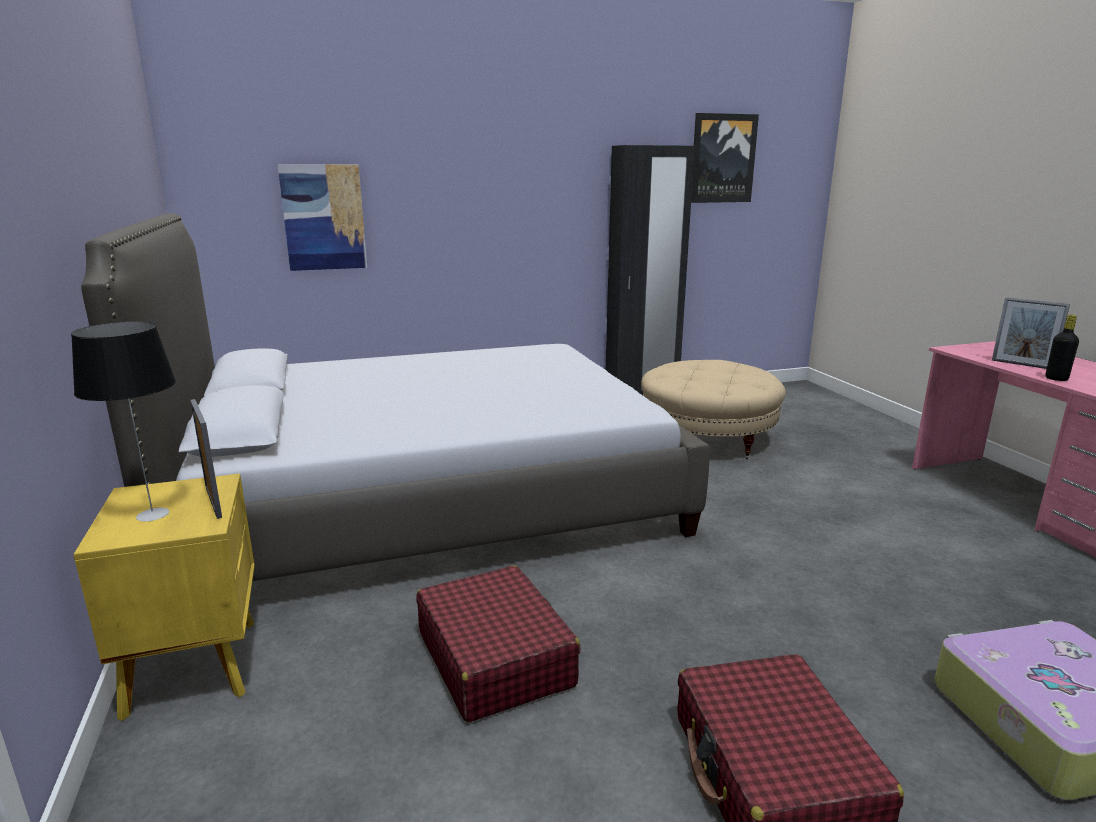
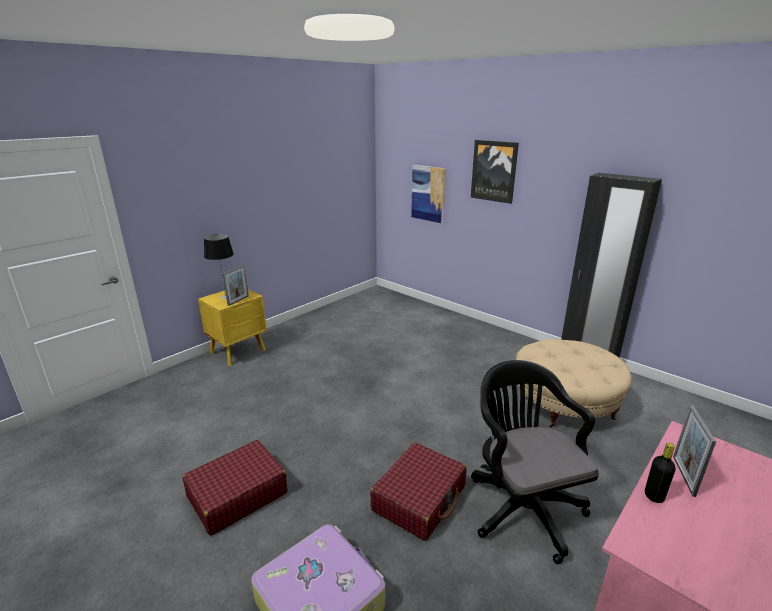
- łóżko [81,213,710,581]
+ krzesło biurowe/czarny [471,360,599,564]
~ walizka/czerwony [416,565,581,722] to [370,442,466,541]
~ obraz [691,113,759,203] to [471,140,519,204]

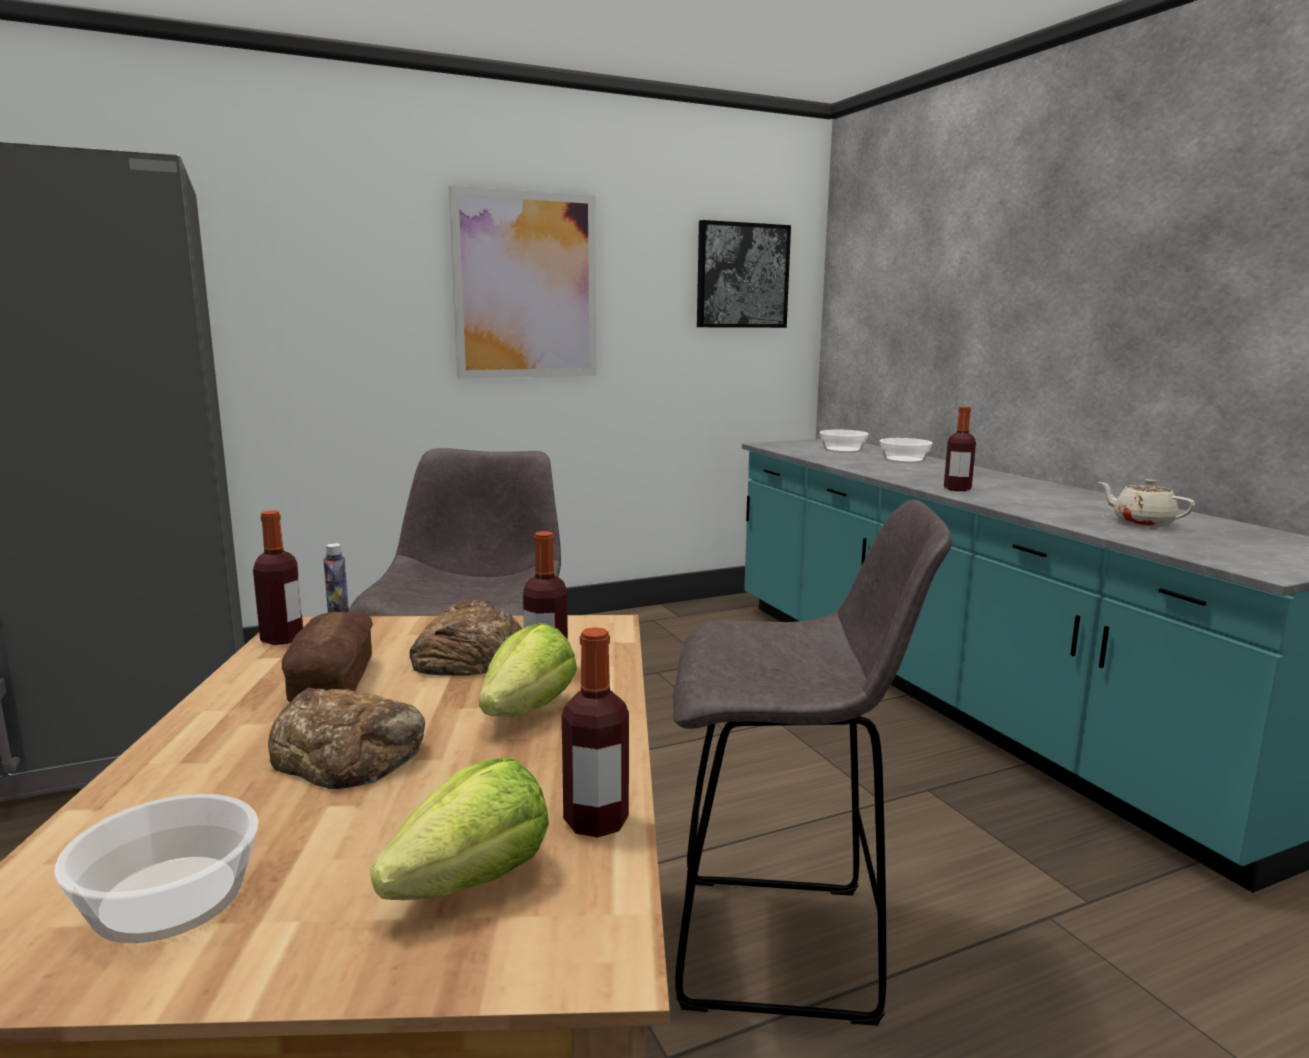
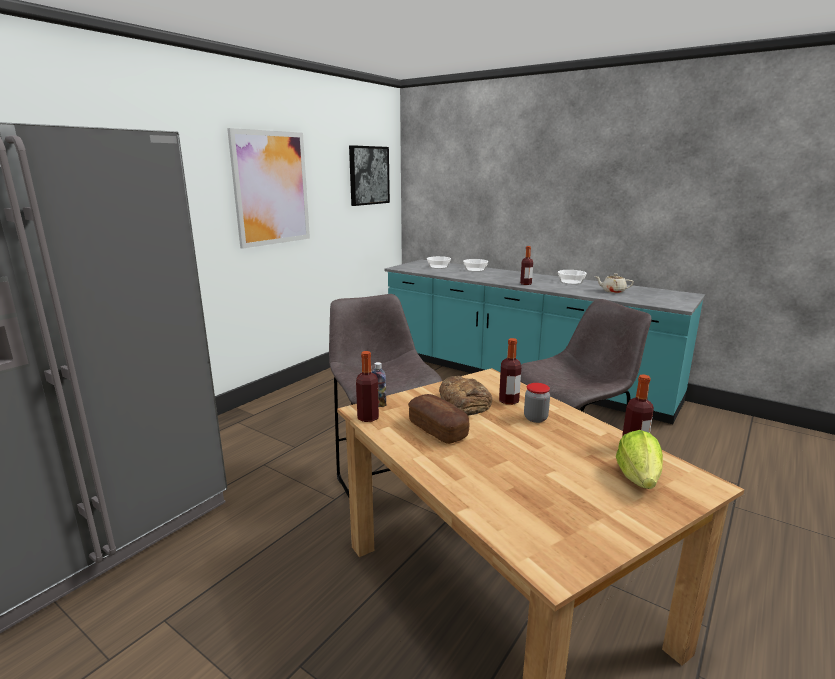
- chleb [268,688,425,789]
~ miska [54,794,258,943] to [558,270,587,285]
~ sałata [479,623,577,717] to słoik [524,383,550,423]

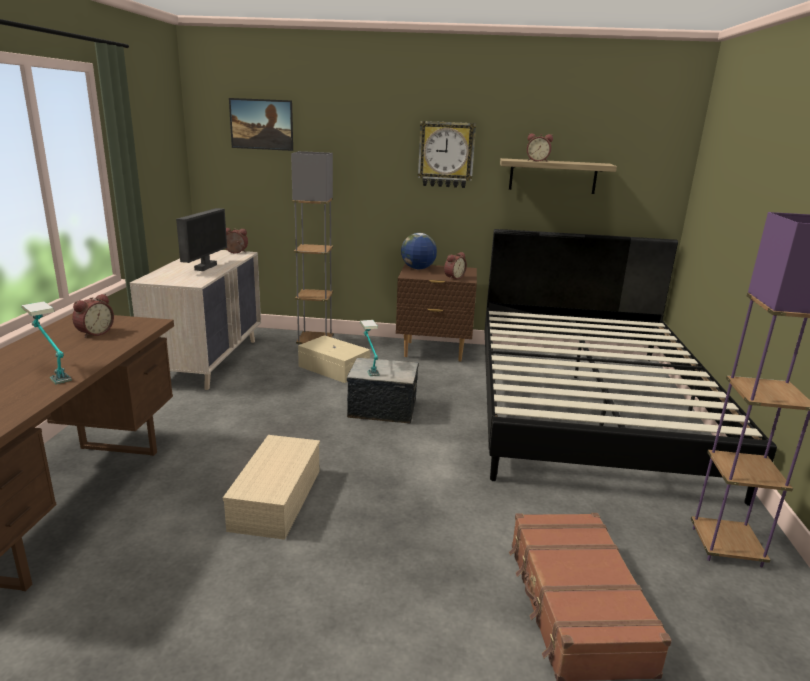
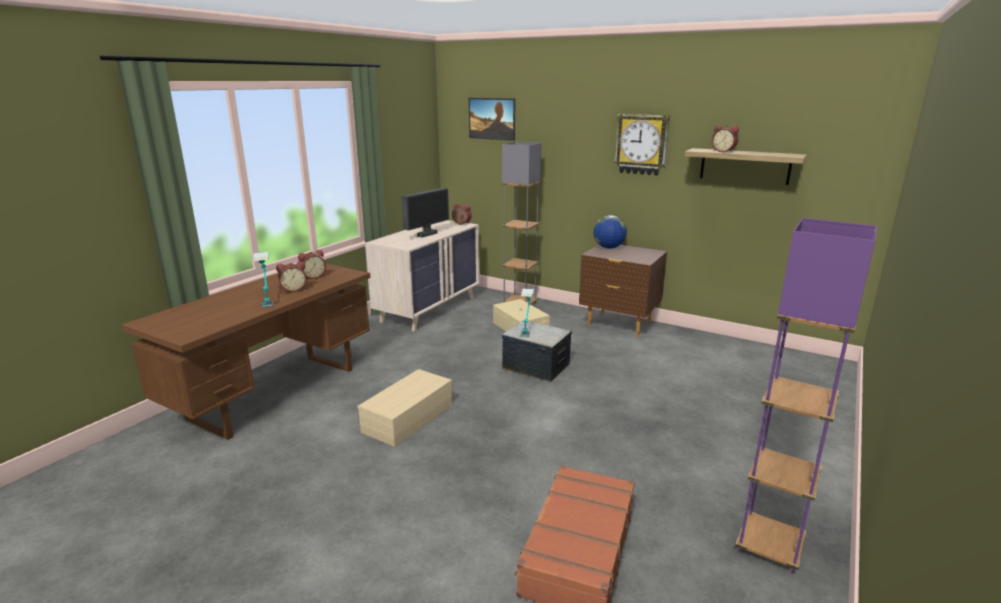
- łóżko/czarny [485,229,777,506]
~ budzik [444,252,467,280] to [276,262,306,292]

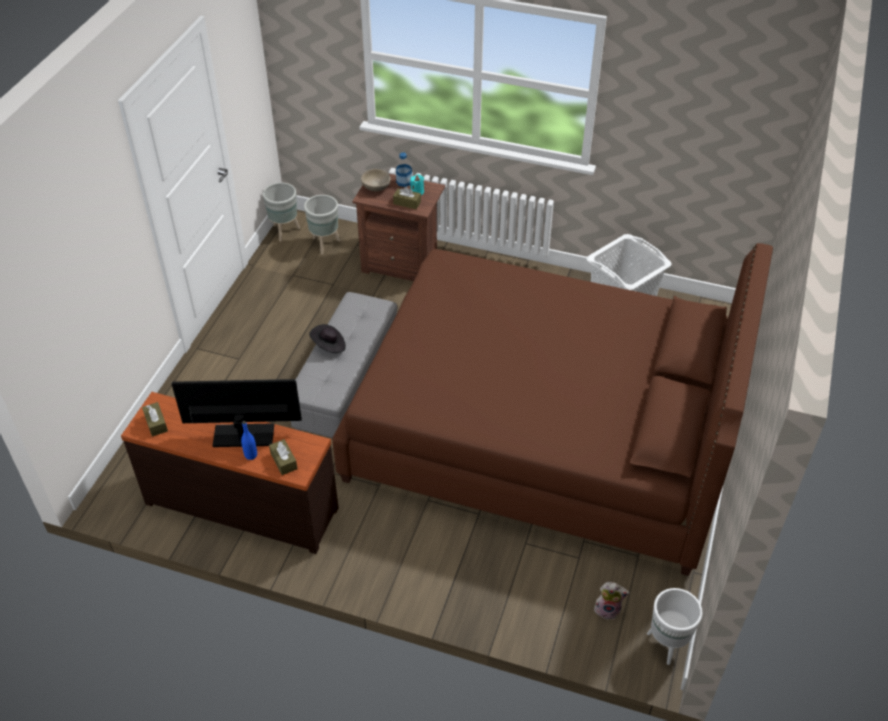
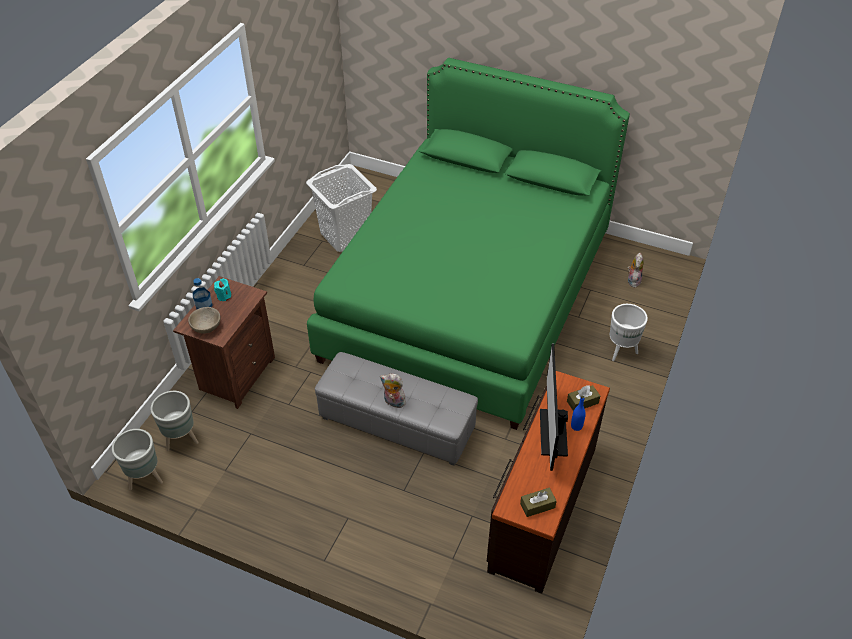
- pudełko chusteczek/brązowy [393,186,421,209]
~ donica/biały [647,588,702,665] to [610,304,648,361]
~ kapelusz/czarny [309,324,346,353] to pluszak [380,373,406,408]
~ łóżko/brązowy [332,243,773,576] to łóżko/zielony [307,58,630,430]

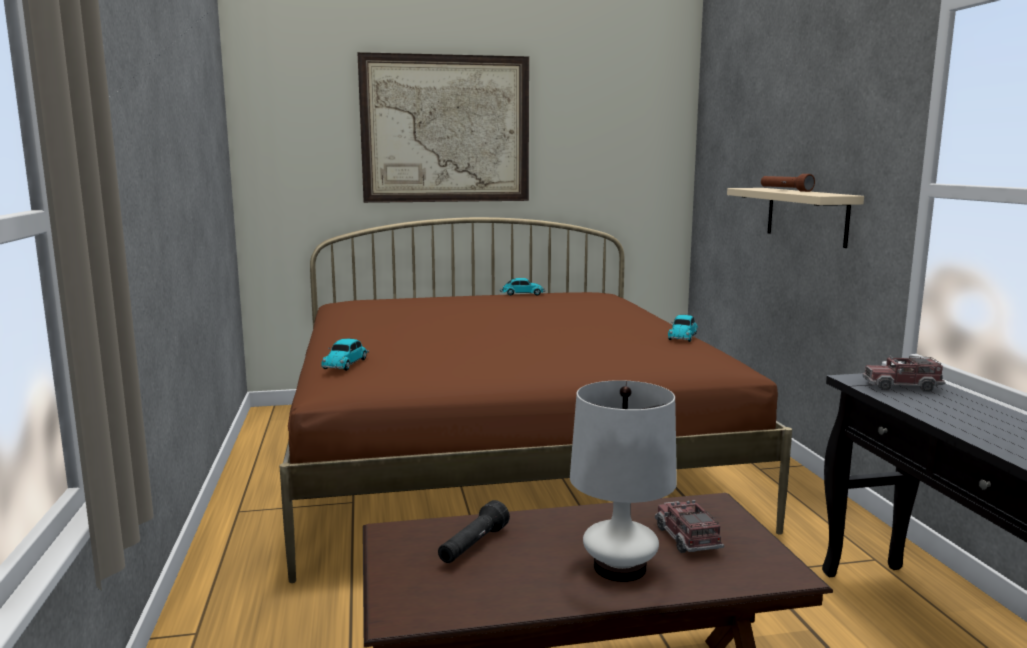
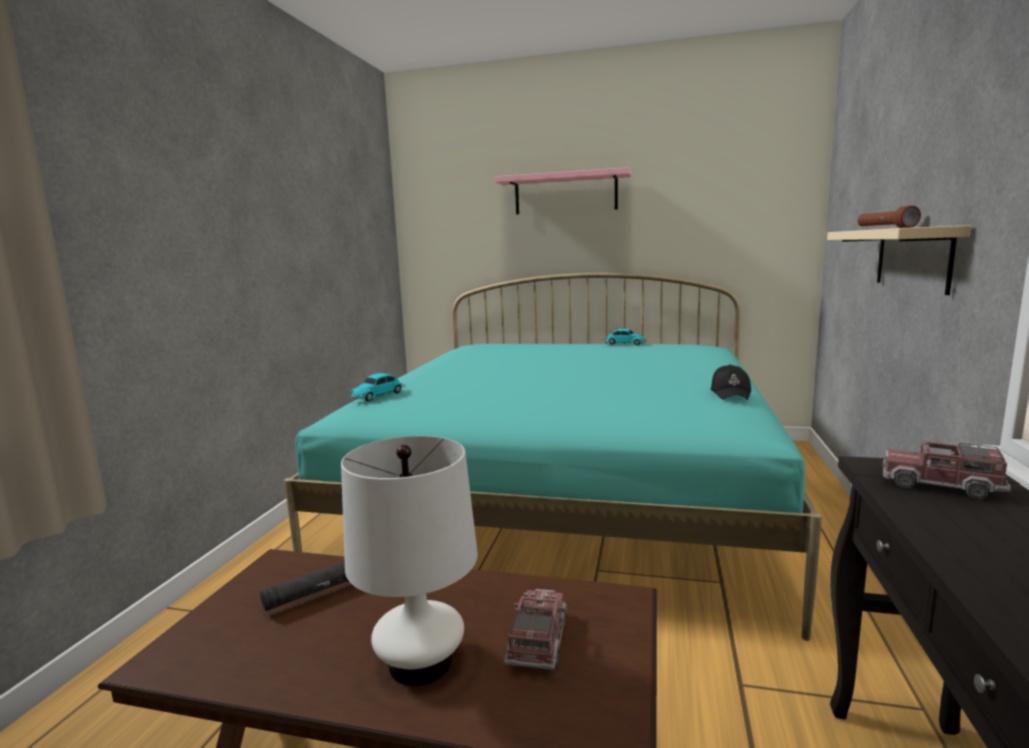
~ obraz [357,52,529,203] to półka/różowy [495,167,632,214]
~ samochodzik [668,315,698,342] to czapka z daszkiem/czarny [711,364,751,400]
~ łóżko/brązowy [279,217,792,583] to łóżko/turkusowy [284,273,822,641]

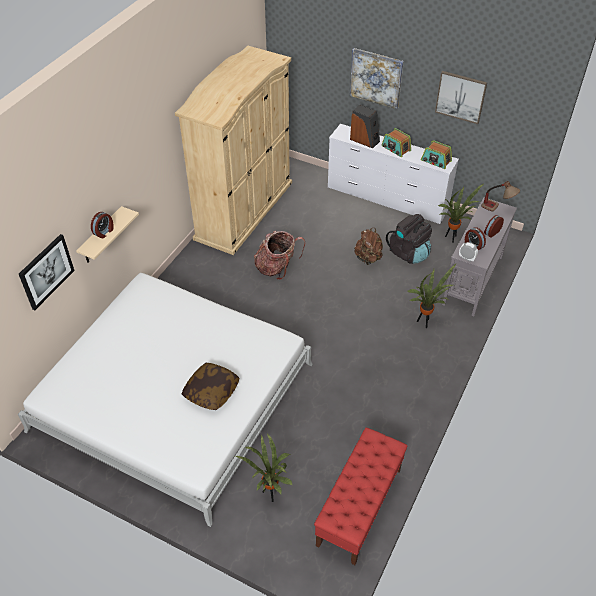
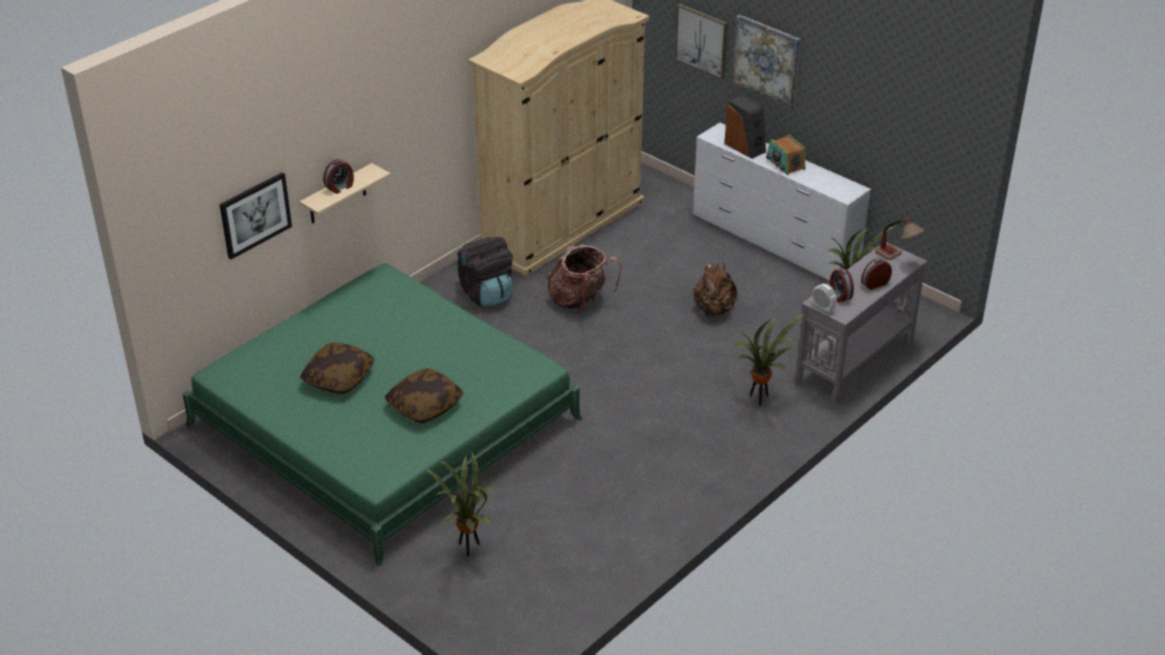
- ławka/czerwony [314,428,407,565]
- radio [421,140,452,169]
+ poduszka [300,343,375,394]
~ plecak/czarny [386,214,432,264] to [458,237,513,306]
~ obraz [435,71,487,124] to [675,4,728,79]
~ łóżko/biały [18,273,313,527] to łóżko/zielony [182,263,582,566]

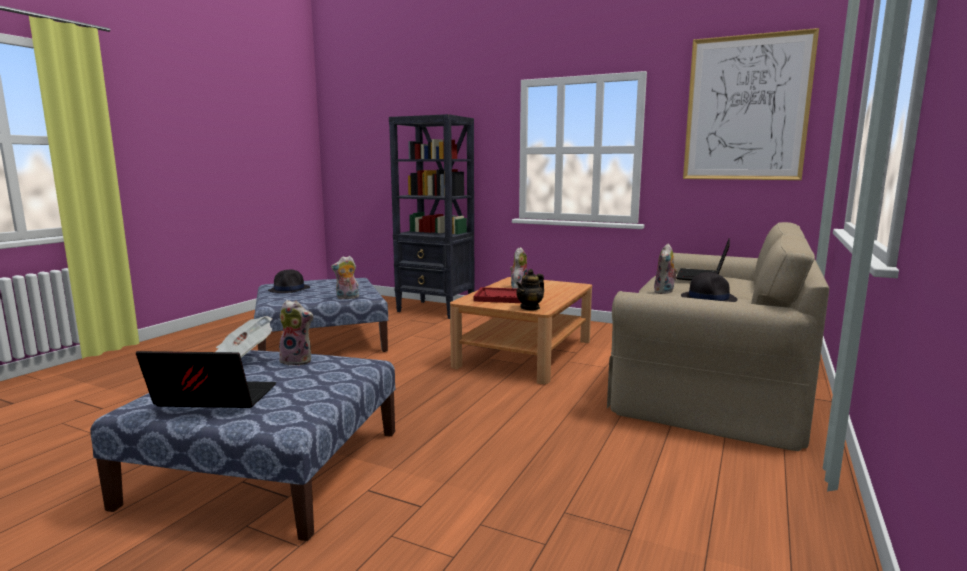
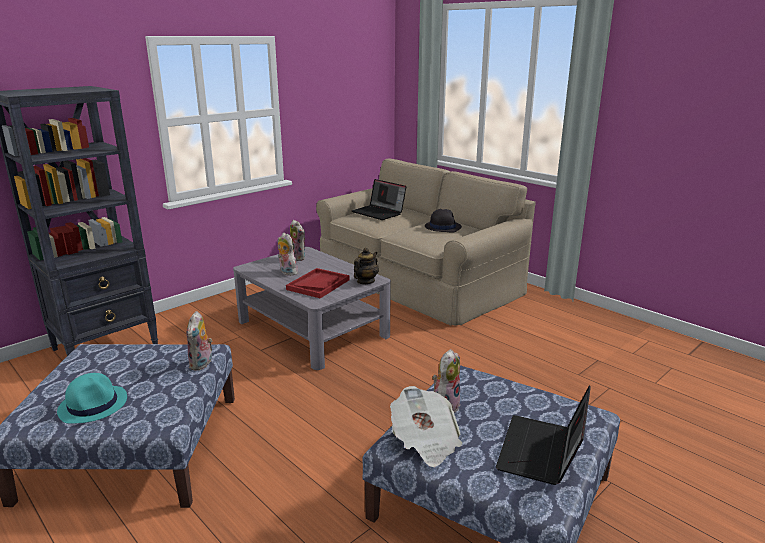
- obraz [683,28,819,180]
~ pluszak [654,244,678,294] to [290,220,305,261]
~ kapelusz/czarny [268,270,310,293] to kapelusz/turkusowy [57,373,127,424]
~ ława/brązowy [450,277,592,384] to ława/szary [233,247,391,370]
~ imbryk [516,269,544,311] = [354,248,379,284] 120 degrees counterclockwise

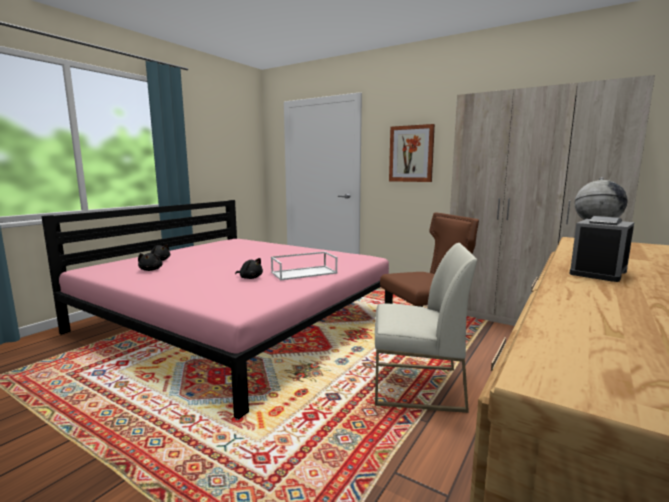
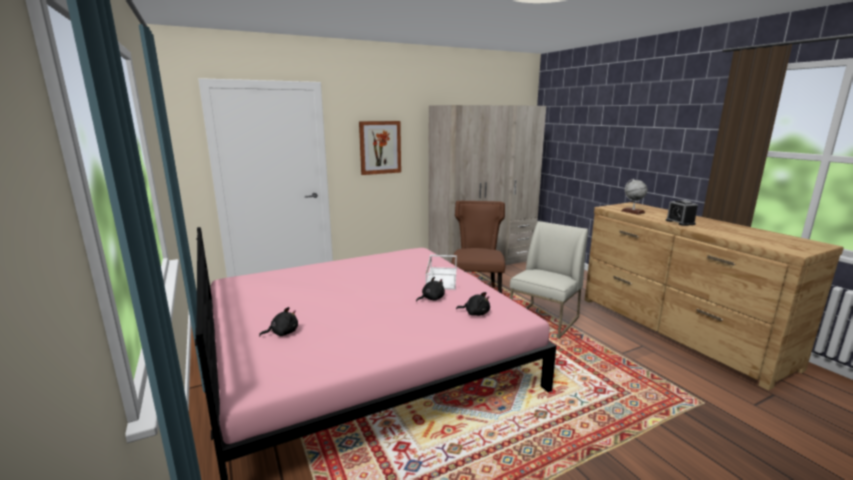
~ pluszak/czarny [138,253,163,271] to [456,292,490,316]

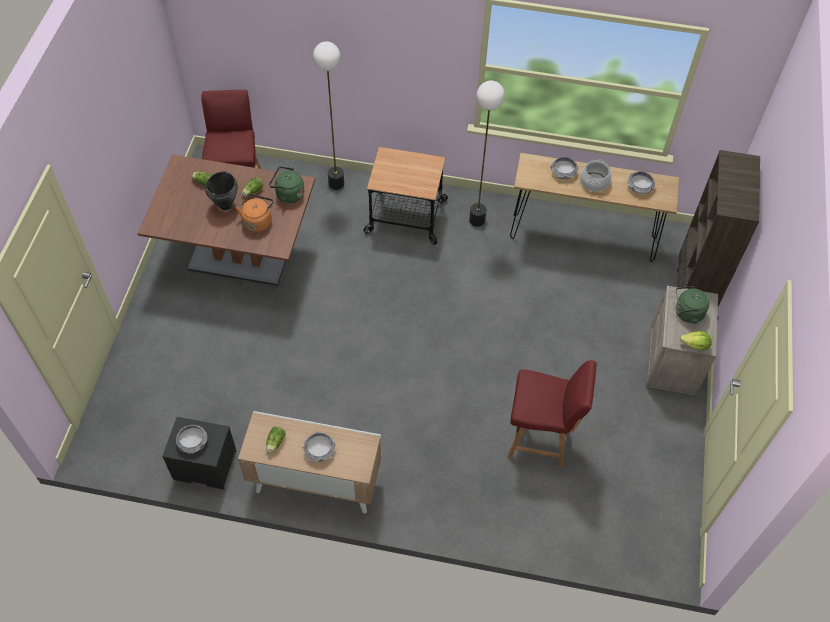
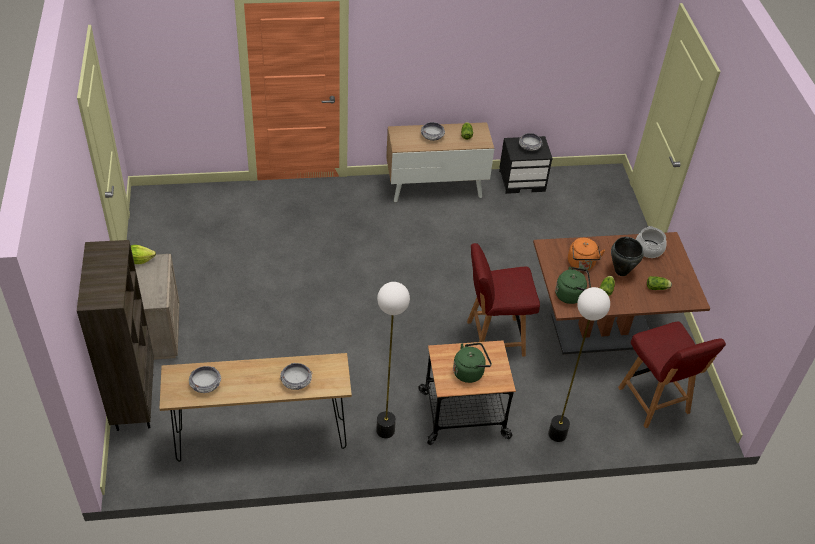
~ krzesło/czerwony [508,360,597,468] to [467,243,540,357]
~ garnek [580,159,611,192] to [636,226,667,258]
~ czajnik/zielony [676,286,709,324] to [453,343,492,383]

